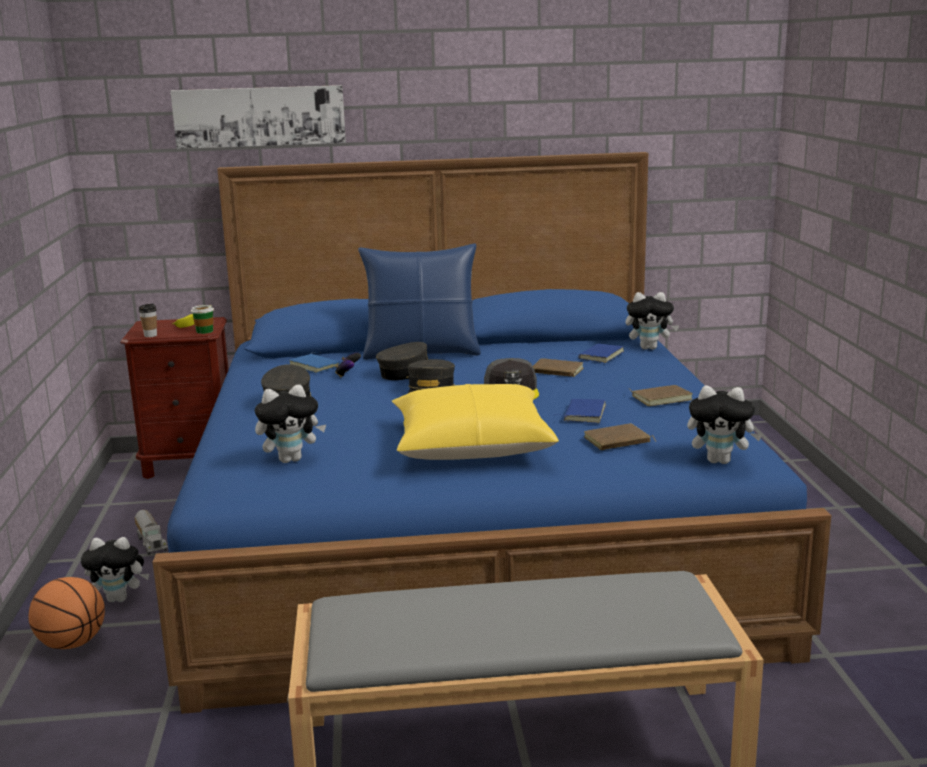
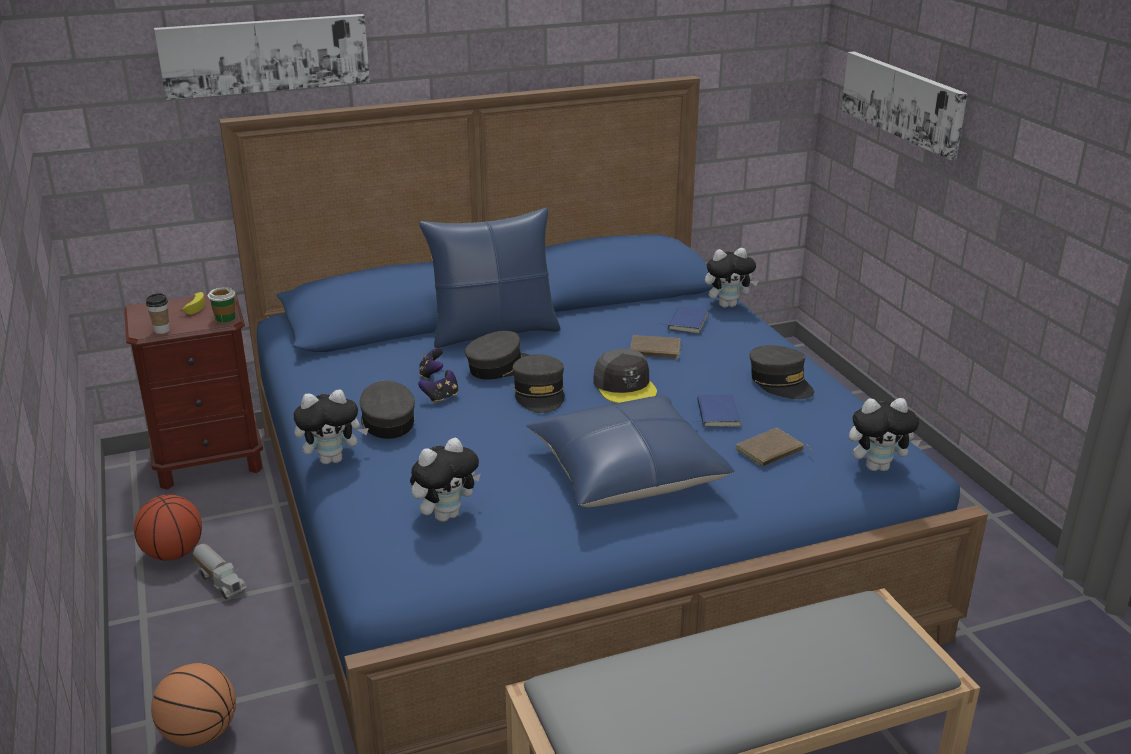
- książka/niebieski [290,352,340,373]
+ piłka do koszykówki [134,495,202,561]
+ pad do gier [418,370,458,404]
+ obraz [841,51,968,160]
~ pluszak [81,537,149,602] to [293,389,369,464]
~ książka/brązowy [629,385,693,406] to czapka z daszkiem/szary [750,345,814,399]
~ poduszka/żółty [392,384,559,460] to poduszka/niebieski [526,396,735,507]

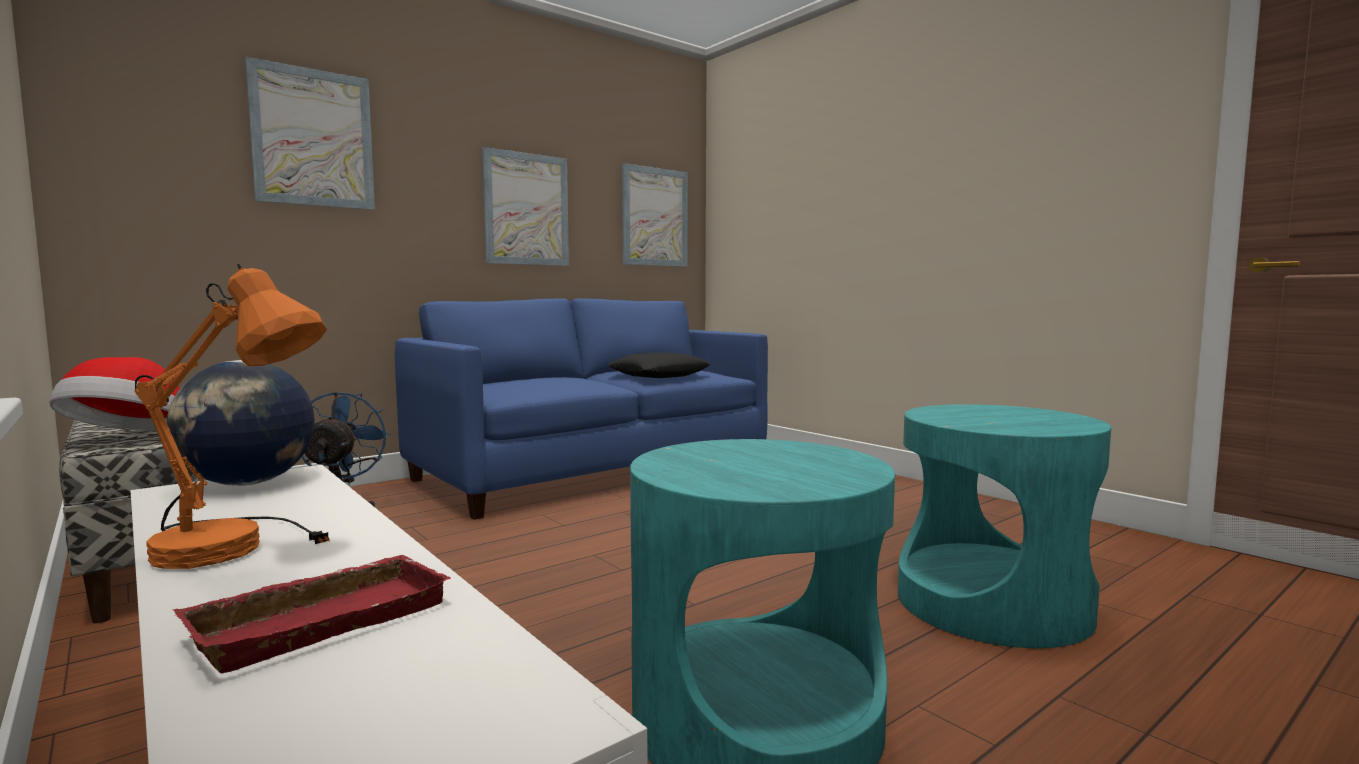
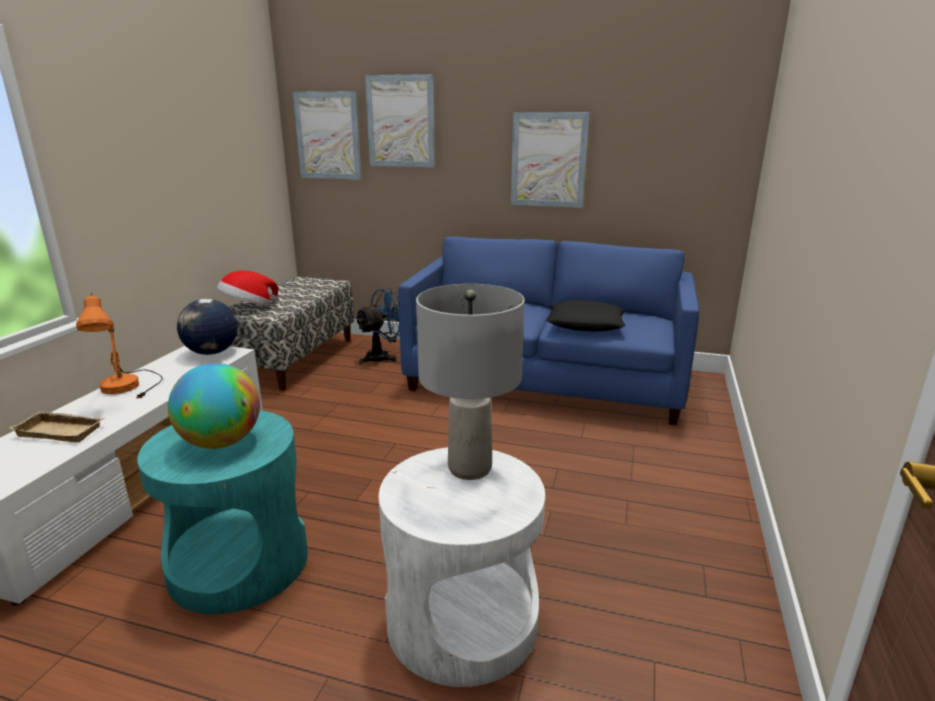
+ globus [168,363,260,449]
+ lampa stołowa/szary [416,284,525,480]
~ obraz [622,163,688,267] to [293,91,362,180]
~ taca/czerwony [173,555,451,673] to taca/beżowy [9,411,105,442]
~ stolik/turkusowy [898,404,1111,648] to stolik/biały [379,447,545,687]

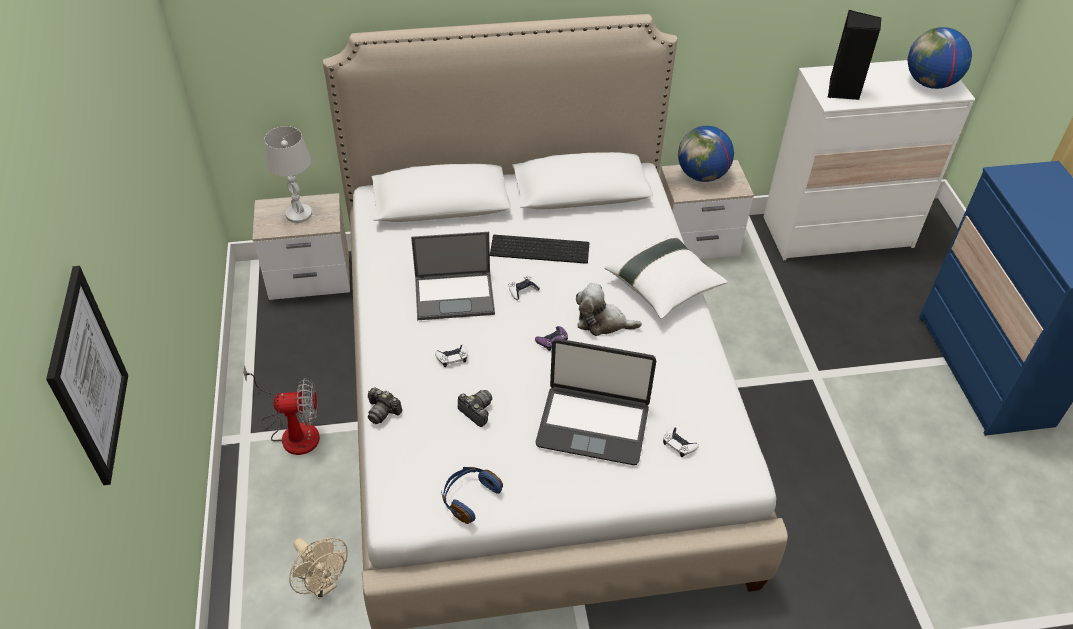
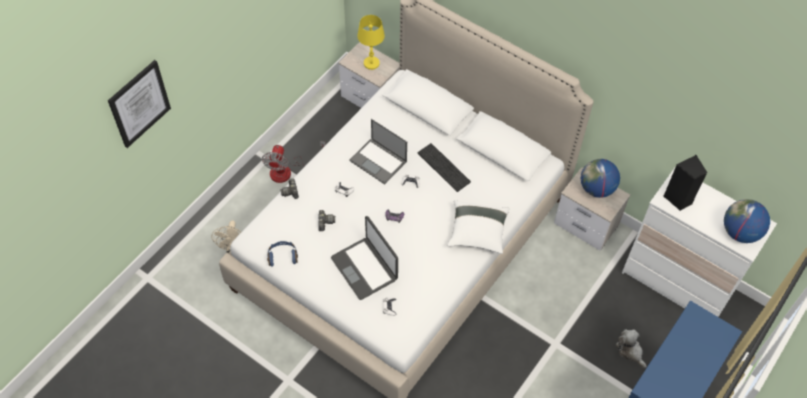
~ pluszak [576,283,642,336] to [616,330,647,368]
~ lampa stołowa/biały [264,126,312,223] to lampa stołowa/żółty [357,15,385,70]
~ wentylator [243,365,320,455] = [262,141,326,183] 60 degrees clockwise

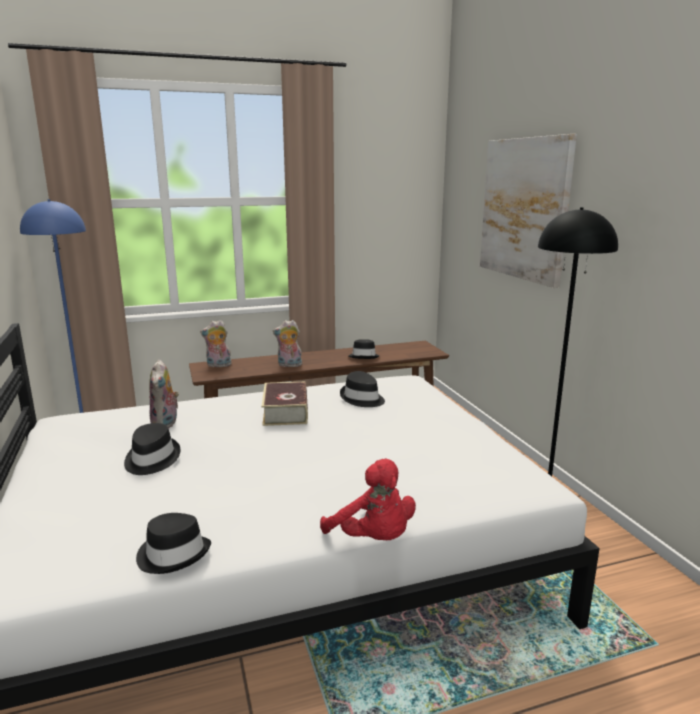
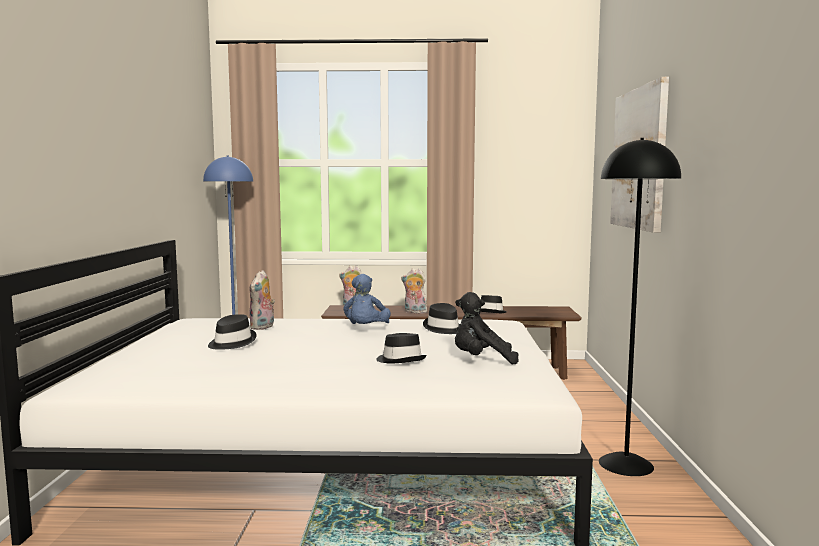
- pluszak/czerwony [320,459,416,540]
+ pluszak/czarny [455,292,519,364]
~ kapelusz/czarny [136,513,211,574] to [376,333,427,364]
~ książka [262,382,308,426] to pluszak/niebieski [343,274,391,324]

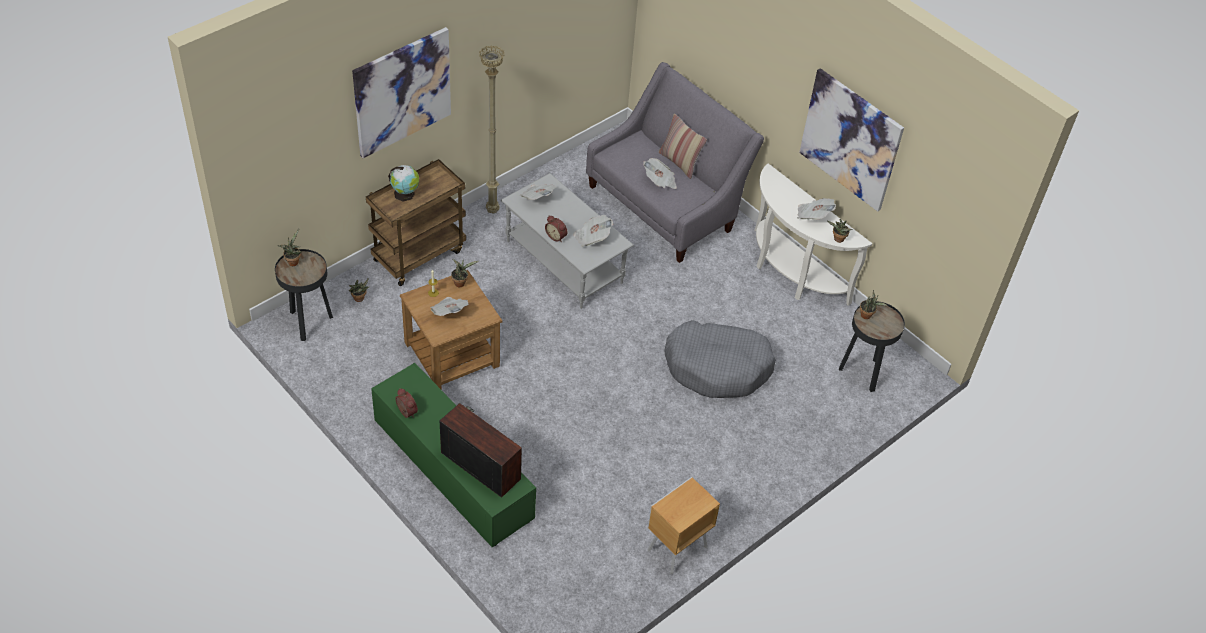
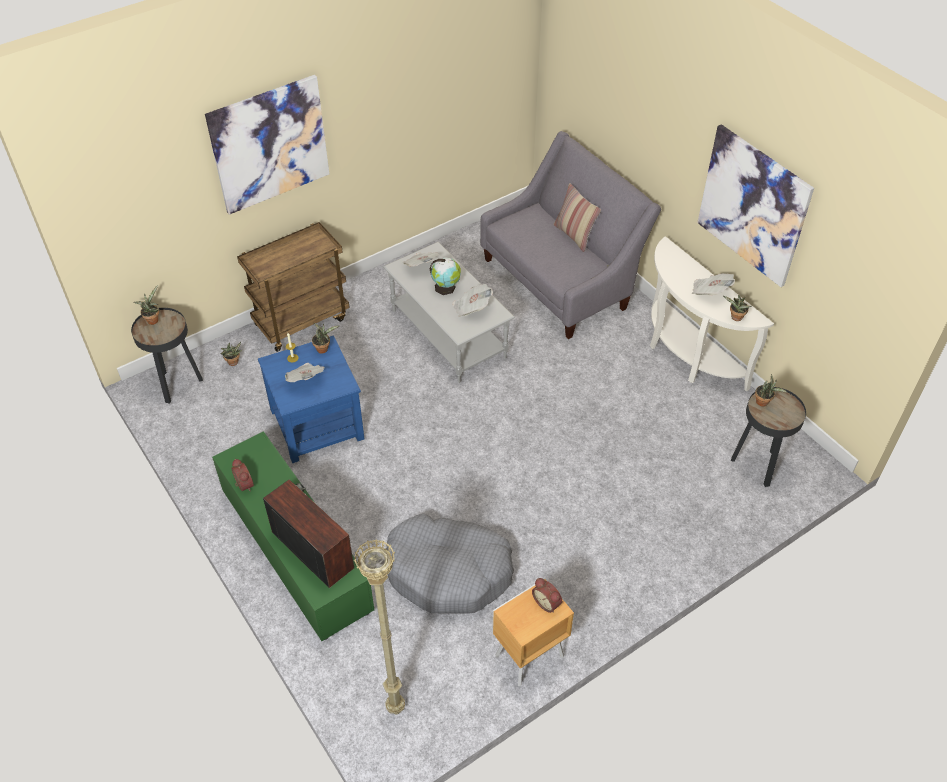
- gazeta [643,158,677,189]
~ globus [388,165,419,202] to [429,257,461,295]
~ lampa stojąca/beżowy [479,45,505,213] to [354,539,405,714]
~ budzik [545,216,568,242] to [532,578,562,613]
~ legowisko/szary [664,320,776,398] to [386,513,514,614]
~ stolik/brązowy [400,270,502,390] to stolik/niebieski [258,335,364,463]

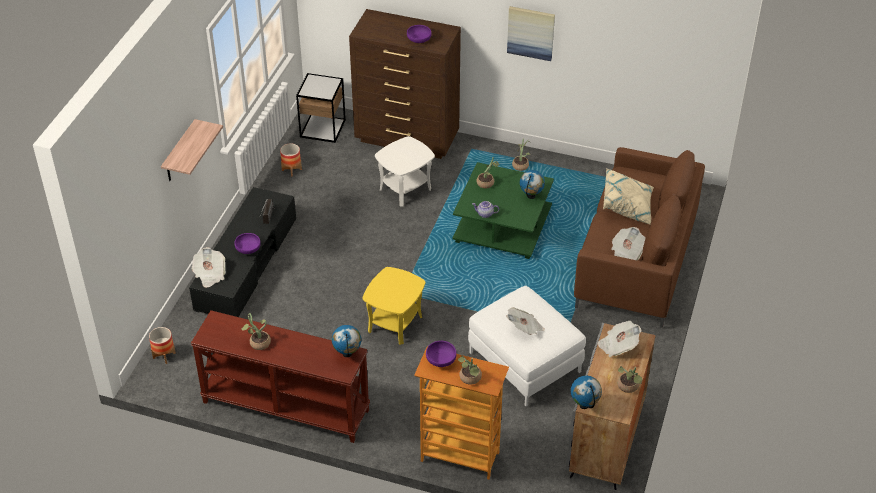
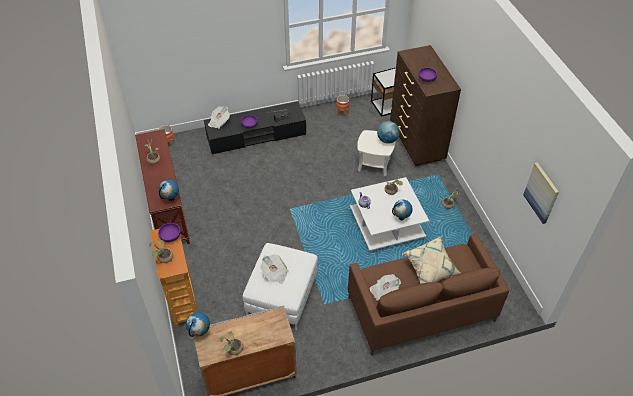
- półka [161,119,223,181]
- stolik/żółty [363,267,425,345]
- gazeta [598,321,642,357]
+ globus [377,121,400,144]
~ obraz [507,6,555,61] to [523,162,559,224]
~ ława/zielony [453,162,554,259] to ława/biały [350,177,429,252]

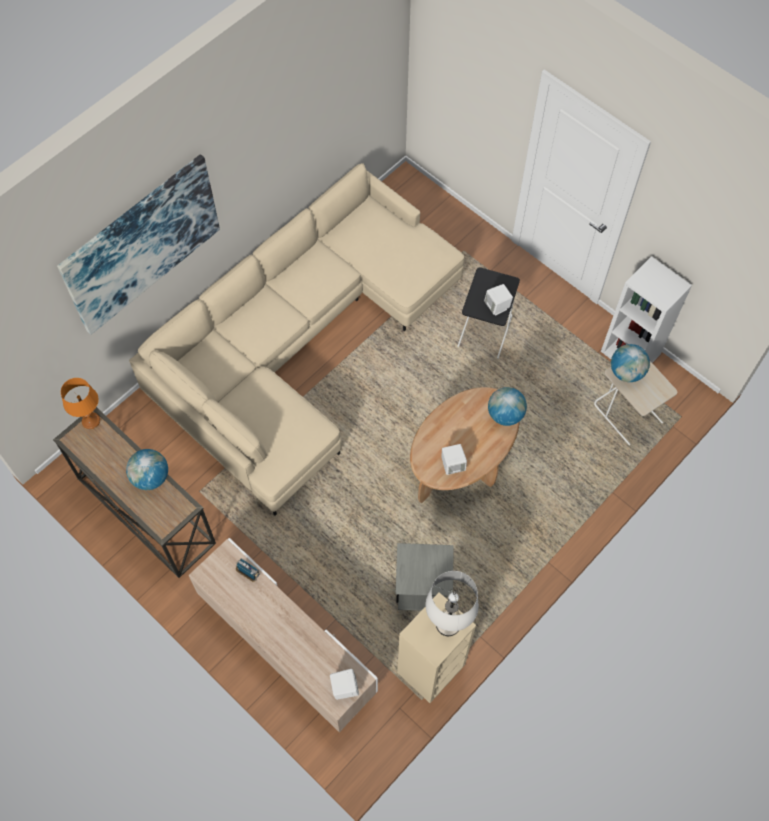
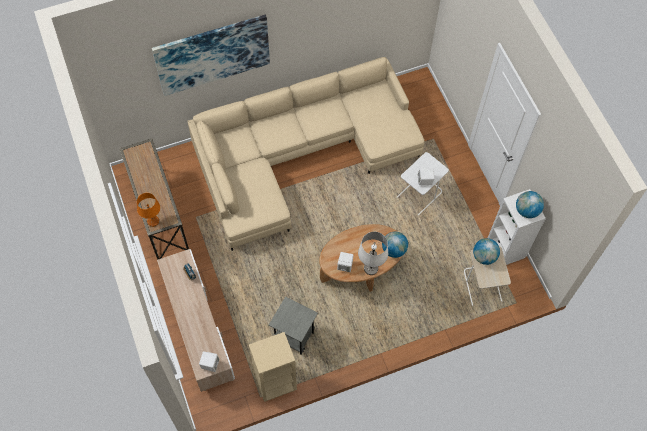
~ lampa stołowa/pomarańczowy [61,378,100,429] to [137,193,160,227]
~ globus [126,449,168,490] to [516,191,544,218]
~ lampa stołowa/biały [425,571,479,636] to [358,232,388,275]
~ stolik/czarny [457,267,520,359] to stolik/biały [396,152,449,216]

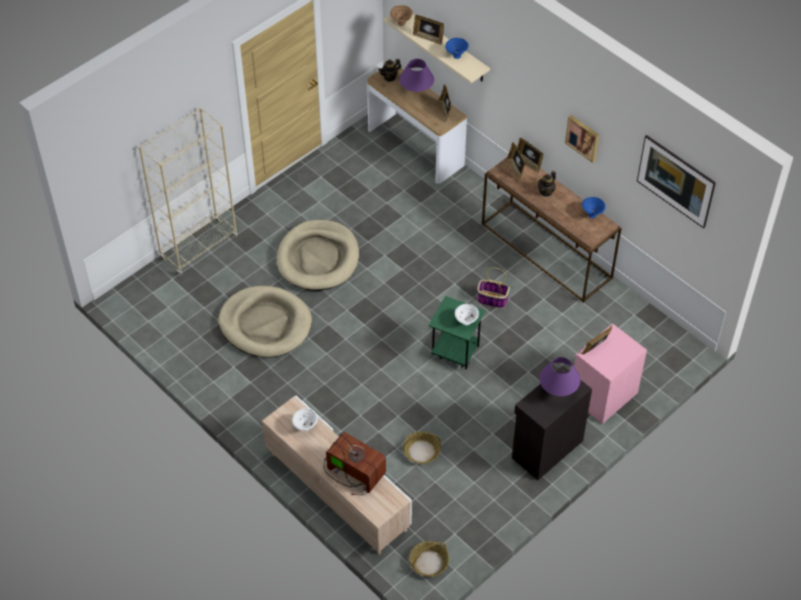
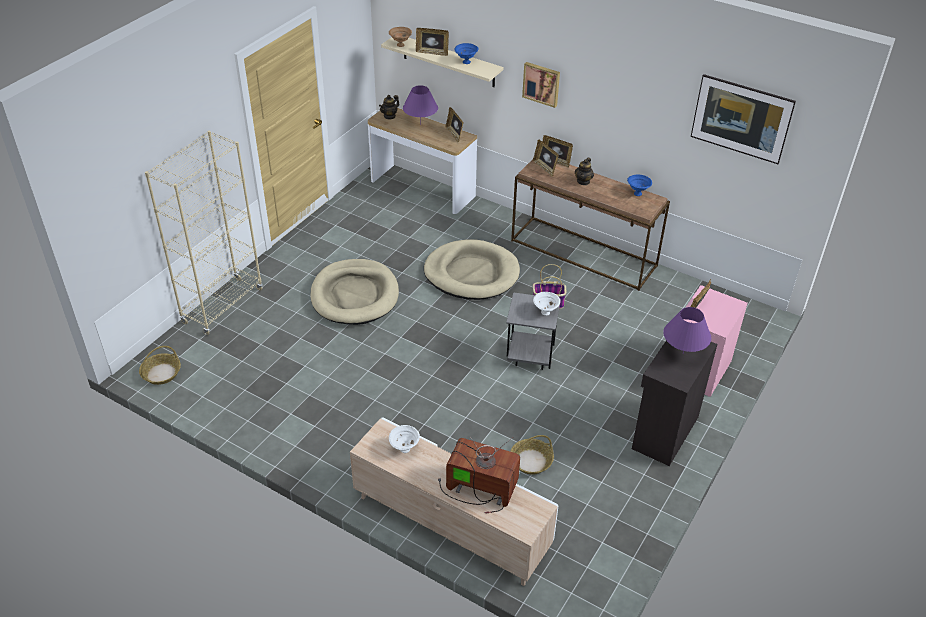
~ legowisko/beżowy [218,286,312,358] to [424,239,520,300]
~ koszyk [409,541,449,577] to [139,346,181,385]
~ obraz [565,115,599,163] to [522,62,560,108]
~ stolik/zielony [429,296,485,370] to stolik/szary [506,292,561,370]

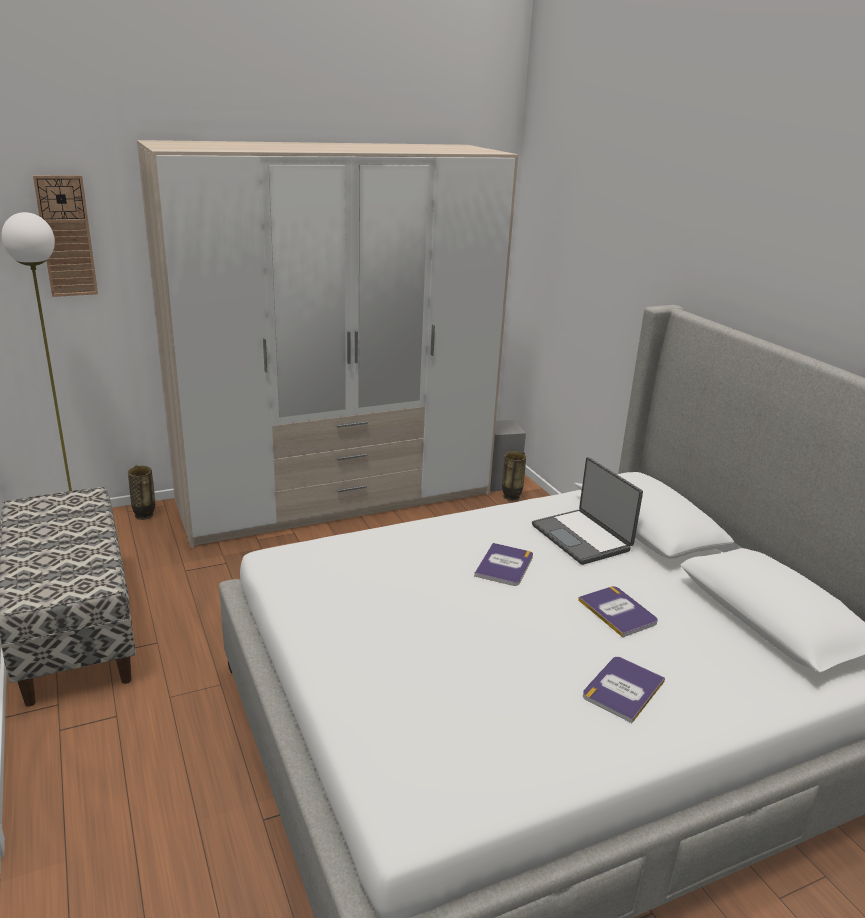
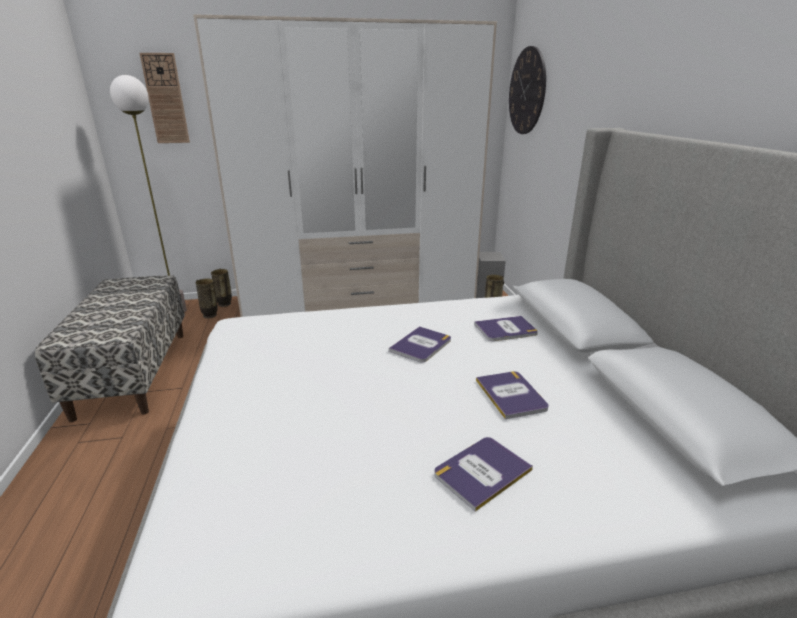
+ wazon [196,278,217,319]
+ zegar ścienny [509,46,546,134]
~ laptop [532,457,643,565] to książka [474,316,538,341]

